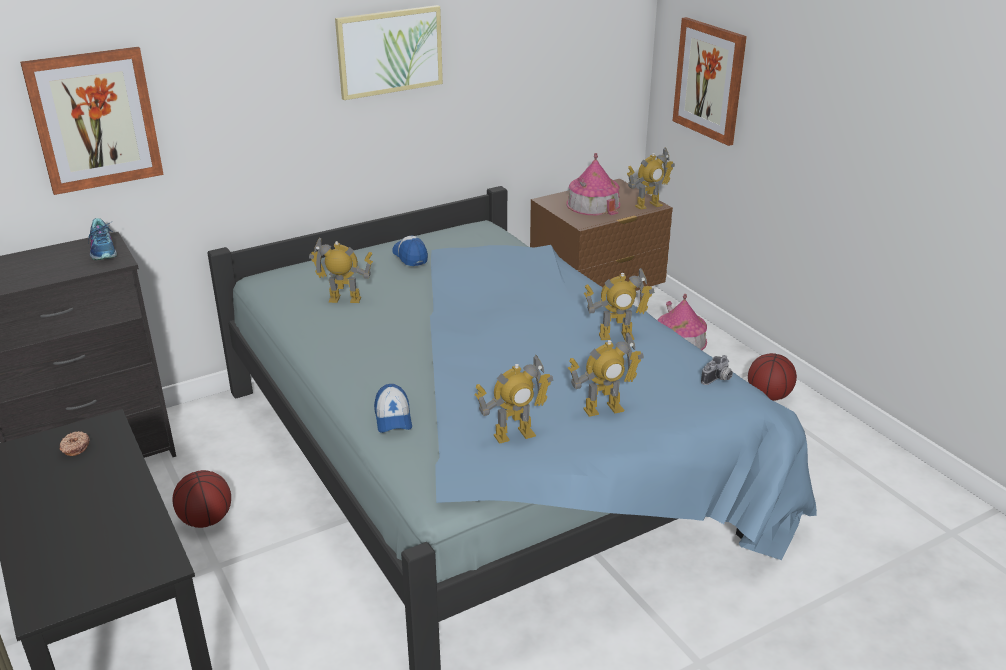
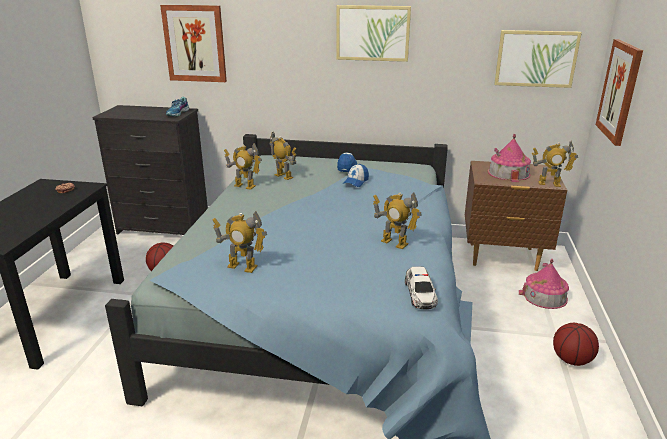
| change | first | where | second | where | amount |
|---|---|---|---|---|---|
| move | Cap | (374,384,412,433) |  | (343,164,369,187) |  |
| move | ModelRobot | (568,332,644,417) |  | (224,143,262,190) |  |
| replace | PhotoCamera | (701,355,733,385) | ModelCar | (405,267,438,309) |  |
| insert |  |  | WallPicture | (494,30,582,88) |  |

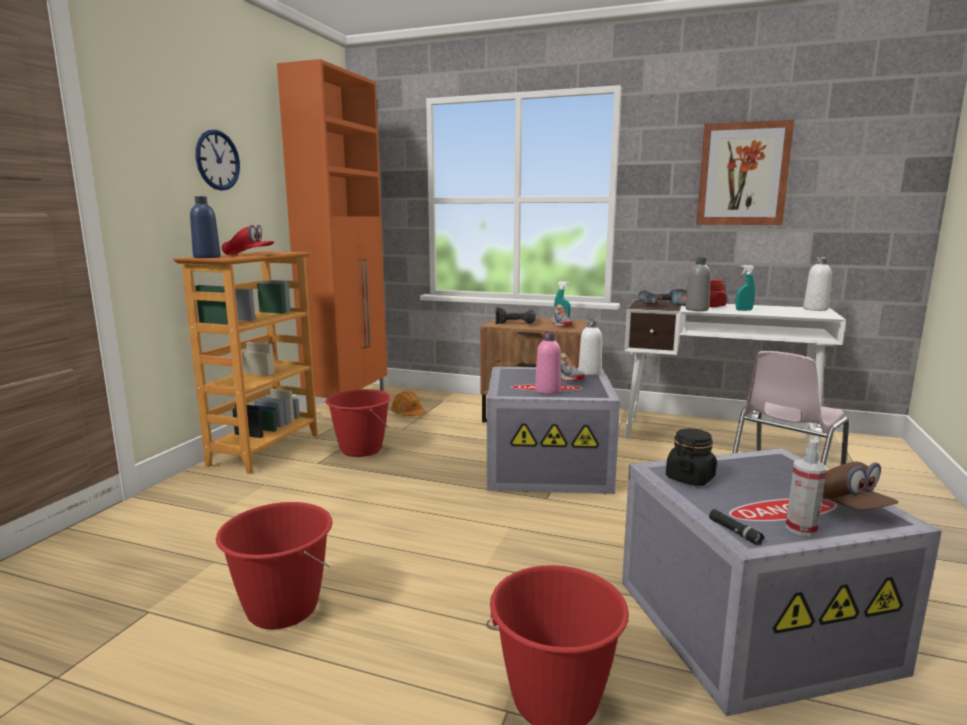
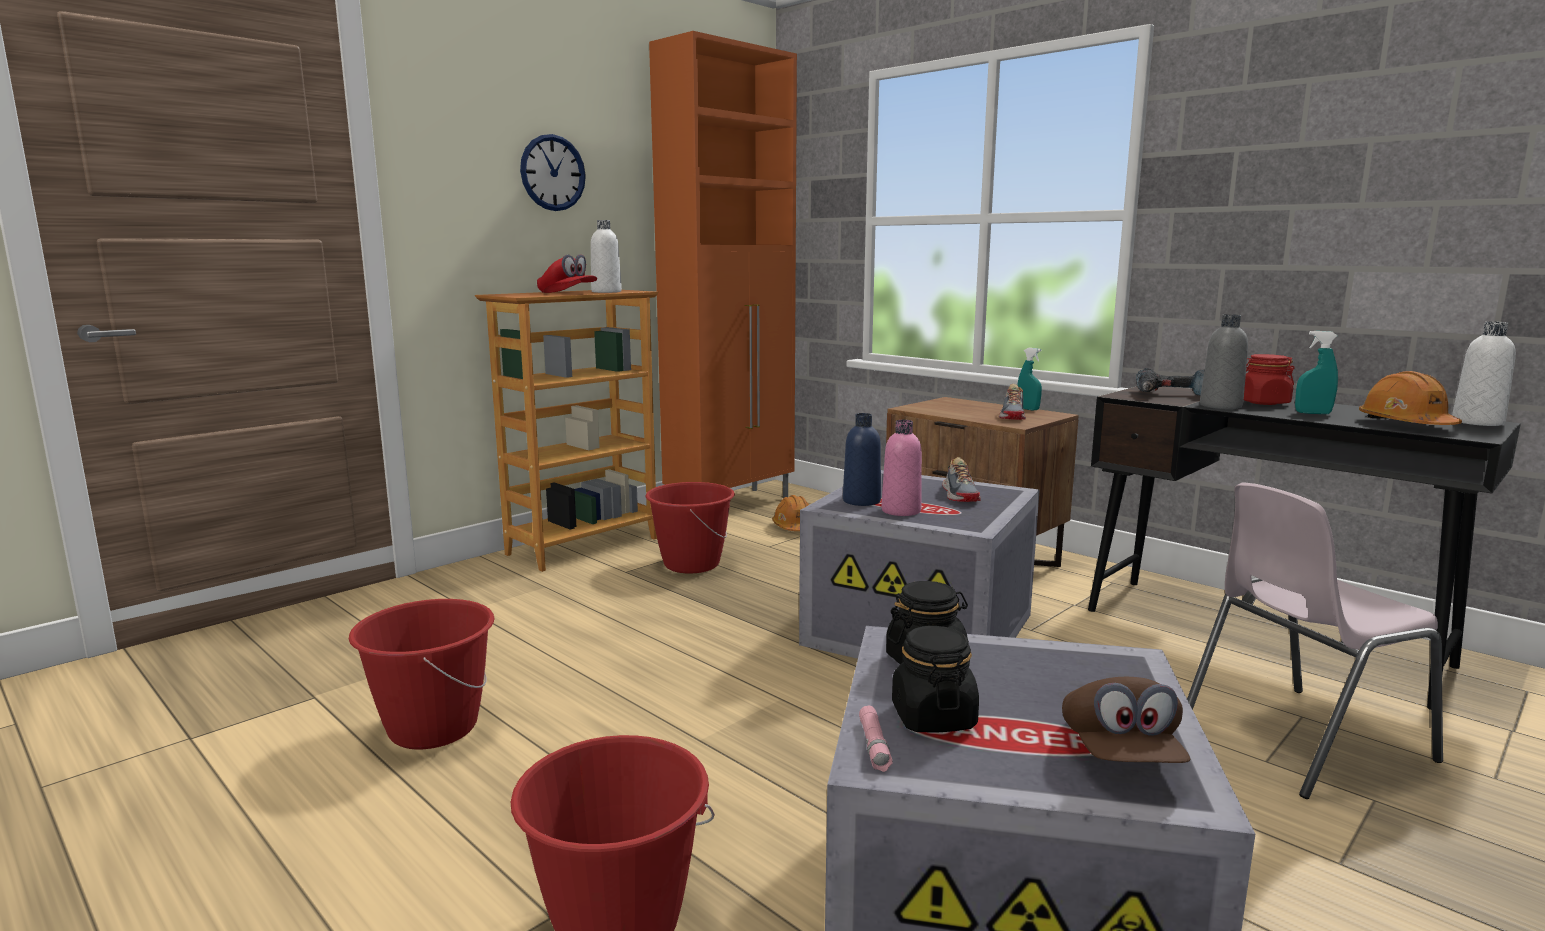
| change | first | where | second | where | amount |
|---|---|---|---|---|---|
| move | BlueColouredBeverageBottle | (190,196,221,258) |  | (843,413,881,506) |  |
| delete | ElectricDrill | (496,307,536,324) |  |  |  |
| move | WhiteColouredBeverageBottle | (578,319,602,375) |  | (591,220,622,293) |  |
| recolor | WhiteColouredDeskUnit | (625,300,846,461) | BlackishDeskUnit | (1088,386,1521,710) |  |
| delete | WallPicture | (696,120,794,225) |  |  |  |
| recolor | BlackishHandTorch | (709,509,765,545) | PinkishHandTorch | (859,706,893,772) |  |
| delete | SprayBottle | (785,439,827,536) |  |  |  |
| insert |  |  | BlackishPreserveJar | (892,626,979,732) |  |
| insert |  |  | OrangeColouredWorkHelmet | (1359,371,1462,425) |  |

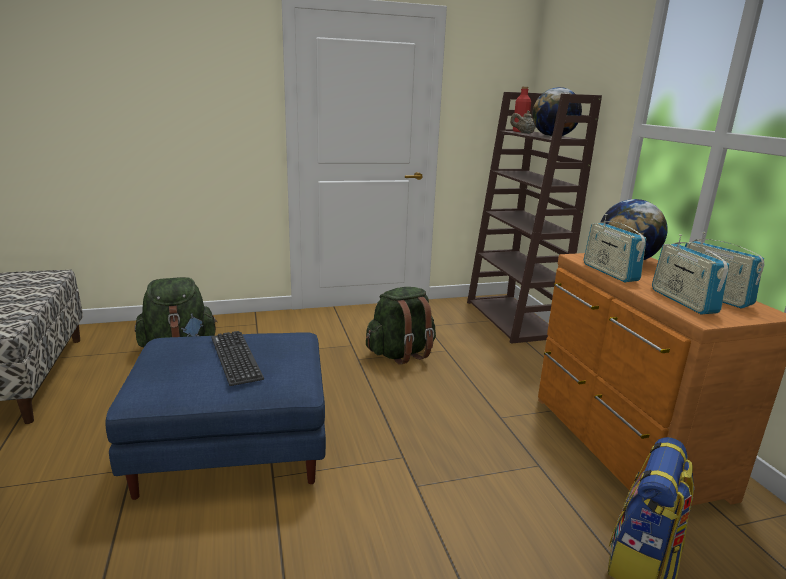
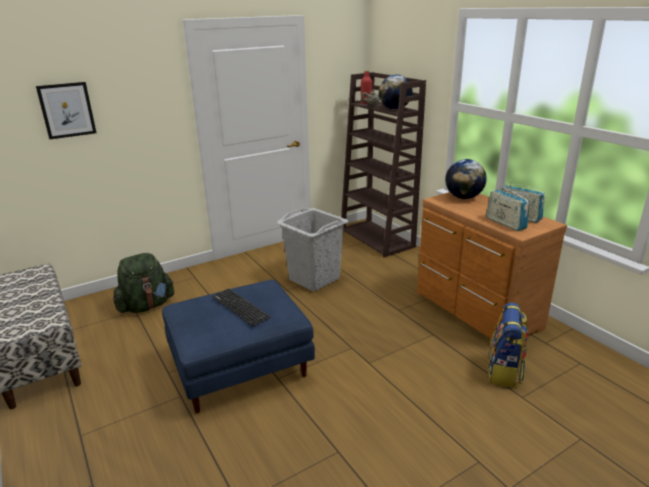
| change | first | where | second | where | amount |
|---|---|---|---|---|---|
| replace | GreenRucksack | (366,287,436,365) | GreyishHamper | (276,208,348,291) |  |
| delete | RadioReceiver | (584,214,646,283) |  |  |  |
| insert |  |  | WallPicture | (36,82,96,139) |  |

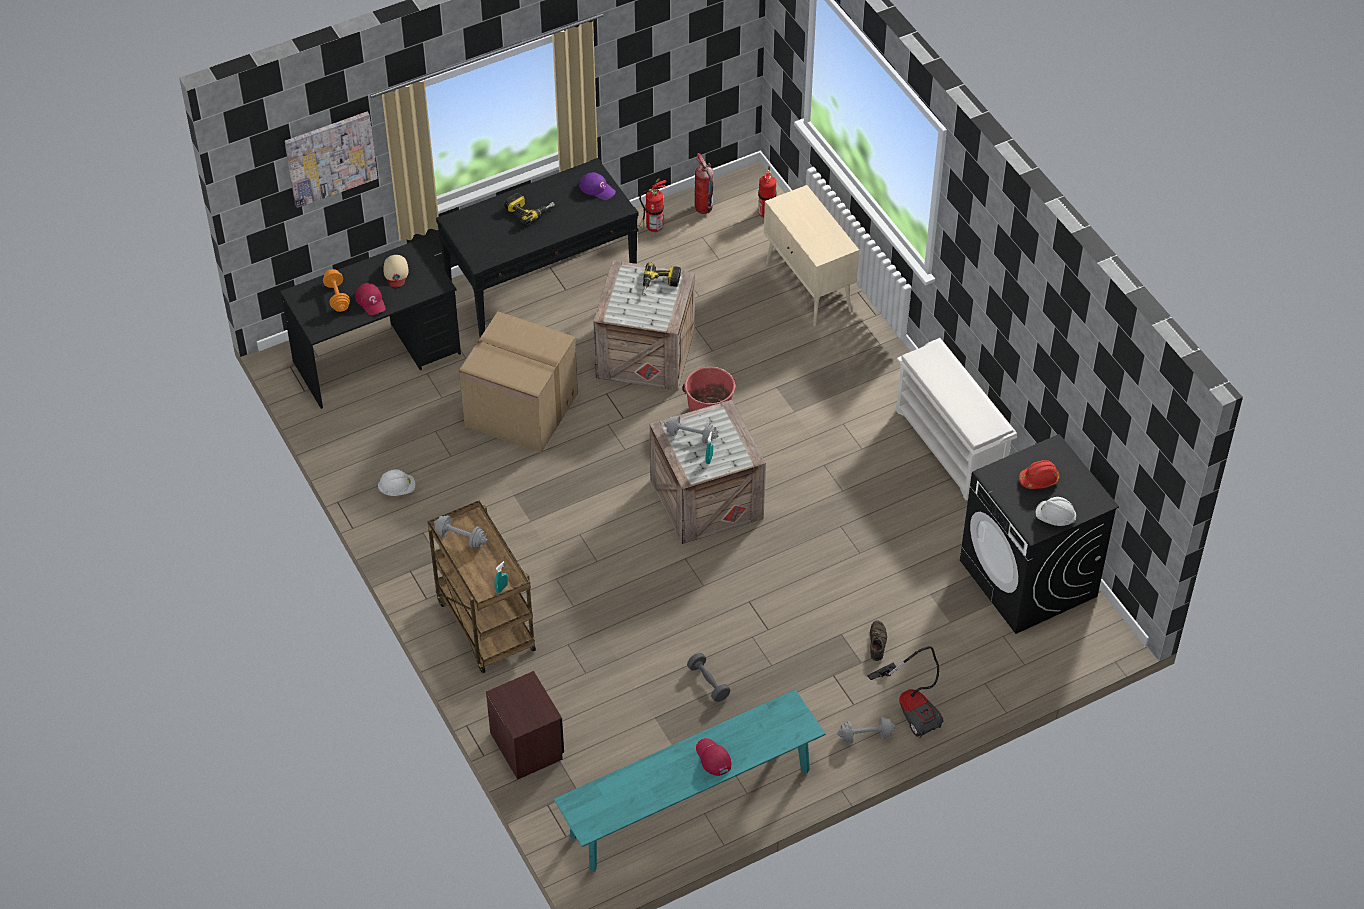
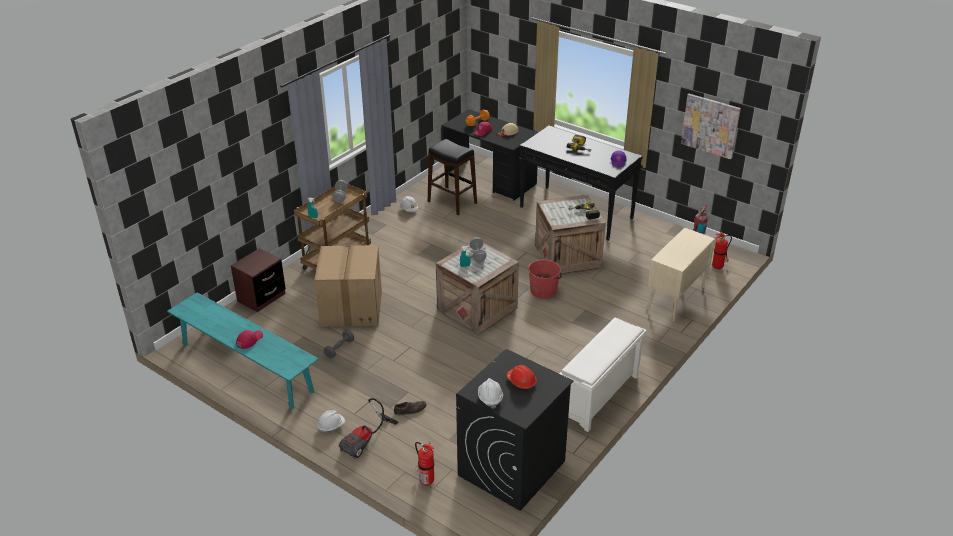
| change | first | where | second | where | amount |
|---|---|---|---|---|---|
| move | WallPicture | (285,112,378,208) |  | (681,94,741,159) |  |
| move | Carton | (459,311,578,453) |  | (314,245,382,327) |  |
| move | Extinguisher | (639,178,666,232) |  | (415,442,434,485) |  |
| replace | GreyishDumbbell | (837,717,896,743) | WhiteColouredWorkHelmet | (317,410,345,433) |  |
| insert |  |  | BlackishStool | (428,139,477,215) |  |

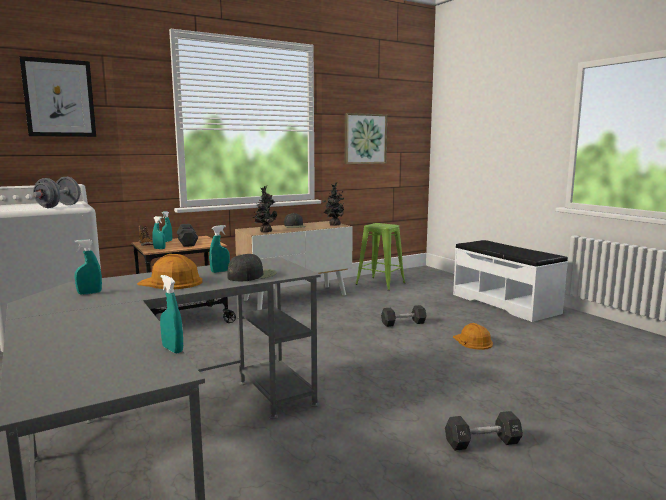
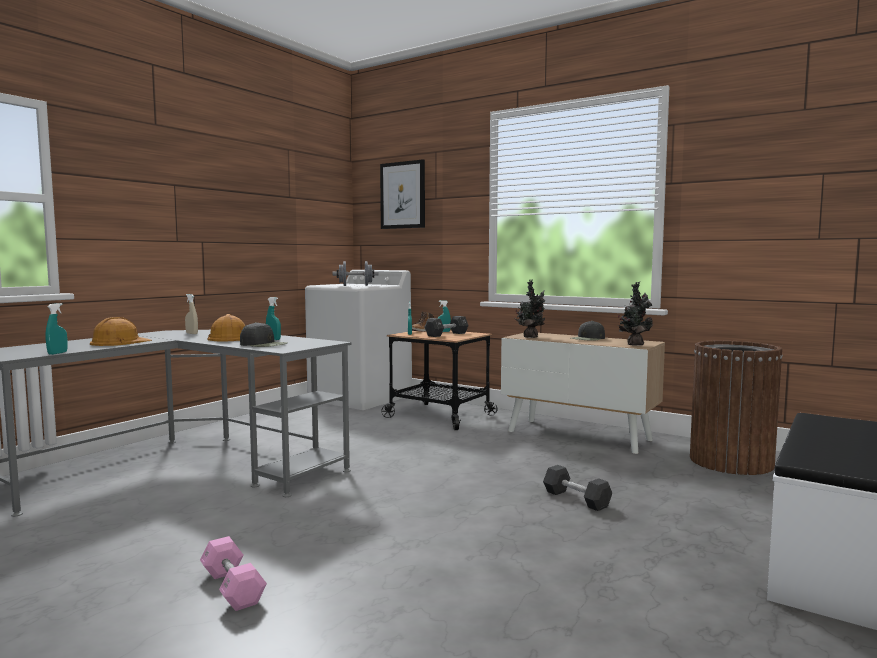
| change | first | where | second | where | amount |
|---|---|---|---|---|---|
| recolor | TurquoiseColouredSprayBottle | (74,239,102,294) | BeigeColouredSprayBottle | (185,294,198,334) |  |
| delete | WallPicture | (345,113,387,164) |  |  |  |
| replace | GreenStool | (355,223,405,291) | BrownishTrashCan | (690,340,783,475) |  |
| recolor | BlackishDumbbell | (445,411,523,451) | PinkishDumbbell | (200,536,267,611) |  |
| move | OrangeColouredWorkHelmet | (453,323,493,350) |  | (90,317,152,346) |  |

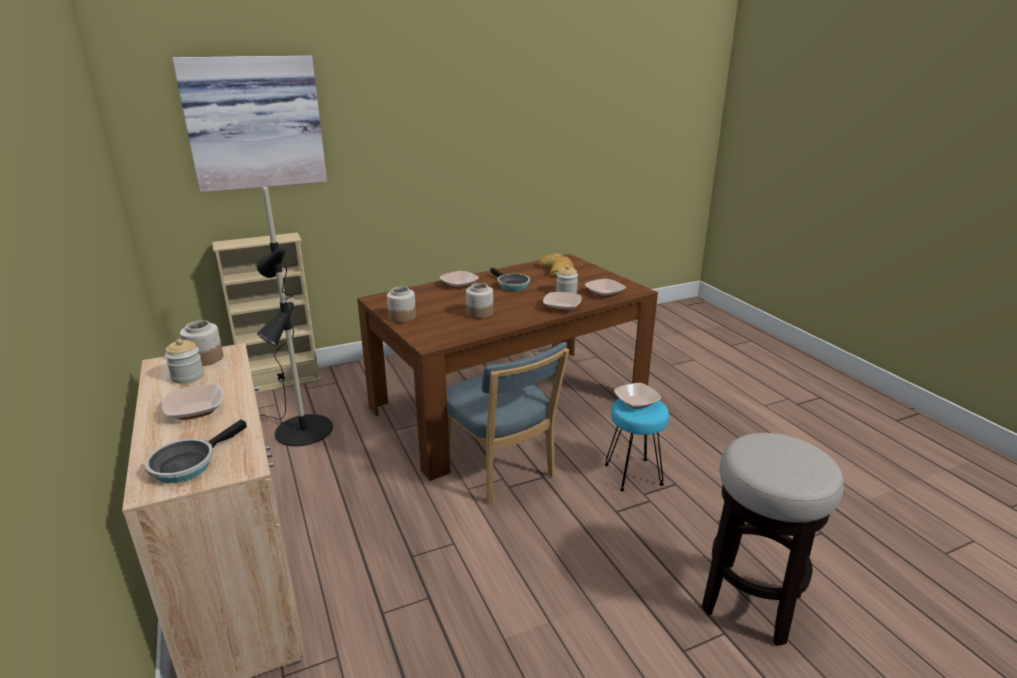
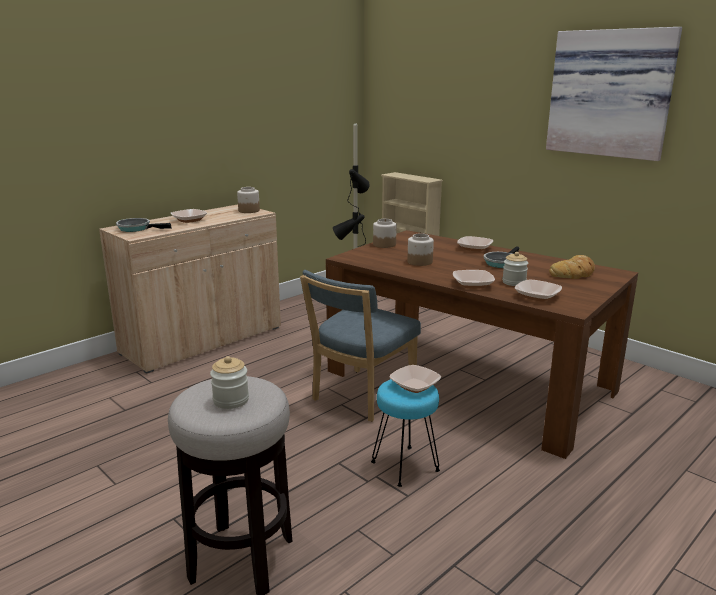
| change | first | where | second | where | amount |
|---|---|---|---|---|---|
| move | PreserveJar | (165,339,204,384) |  | (210,356,249,409) |  |
| move | WallPicture | (172,55,327,192) |  | (546,27,682,161) |  |

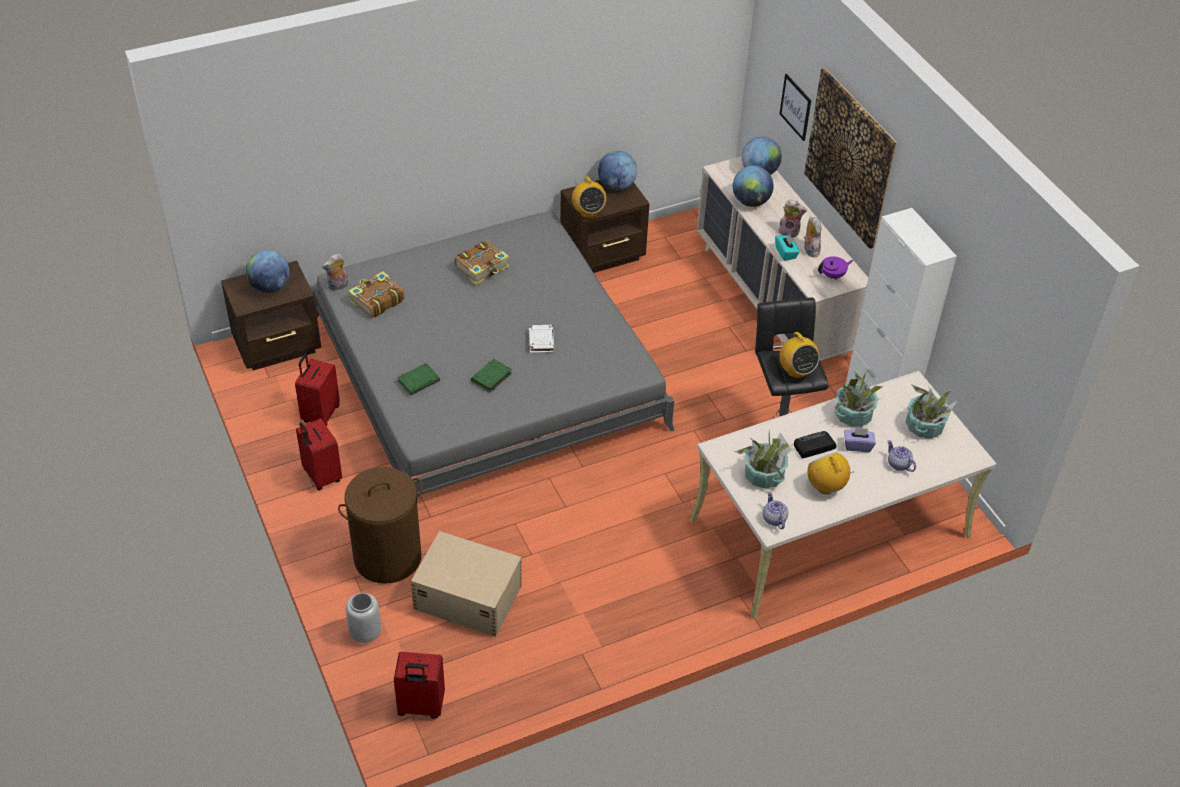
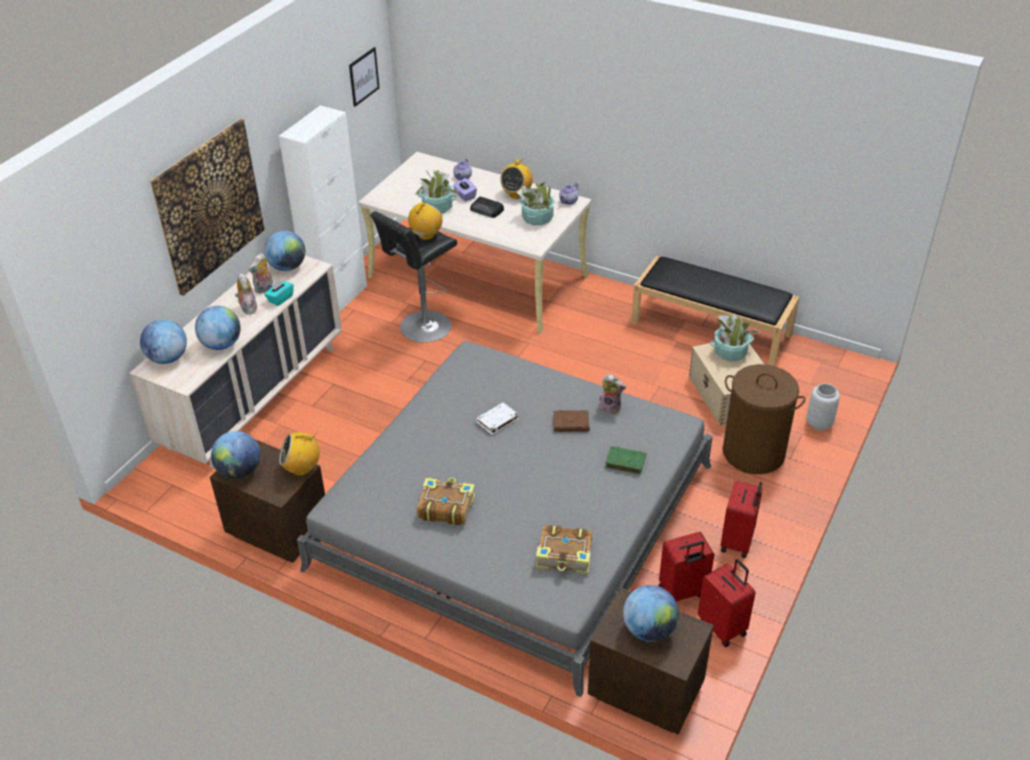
| change | first | where | second | where | amount |
|---|---|---|---|---|---|
| move | CuddlyToy | (322,254,348,291) |  | (599,374,626,415) |  |
| move | ReddishPieceOfLuggage | (394,652,445,719) |  | (698,559,756,647) |  |
| recolor | GreenBook | (471,359,512,392) | BrownishBook | (554,410,589,432) |  |
| rotate | RadioReceiver | (572,176,607,218) |  | (279,431,320,476) | 135 degrees counterclockwise |
| move | WallPicture | (779,74,811,141) |  | (349,47,380,107) |  |
| replace | PurplePotForTea | (818,256,853,280) | WorldGlobe | (264,230,305,271) |  |
| move | PlantInAPot | (906,384,957,438) |  | (710,315,759,361) |  |
| insert |  |  | BlackishLongSeat | (631,256,799,366) |  |

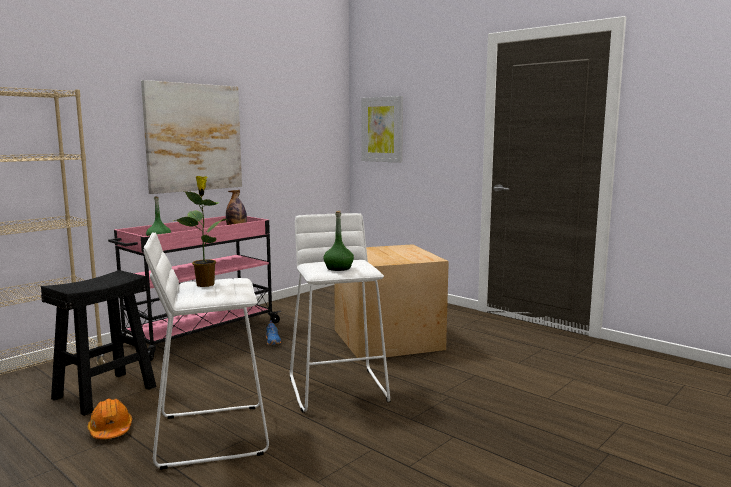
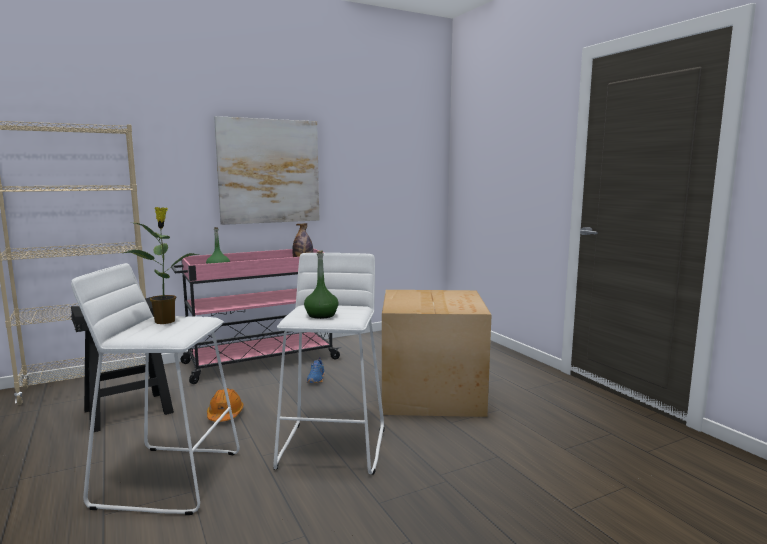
| change | first | where | second | where | amount |
|---|---|---|---|---|---|
| move | OrangeColouredWorkHelmet | (88,398,132,439) |  | (207,388,243,422) |  |
| delete | WallPicture | (361,96,403,163) |  |  |  |

